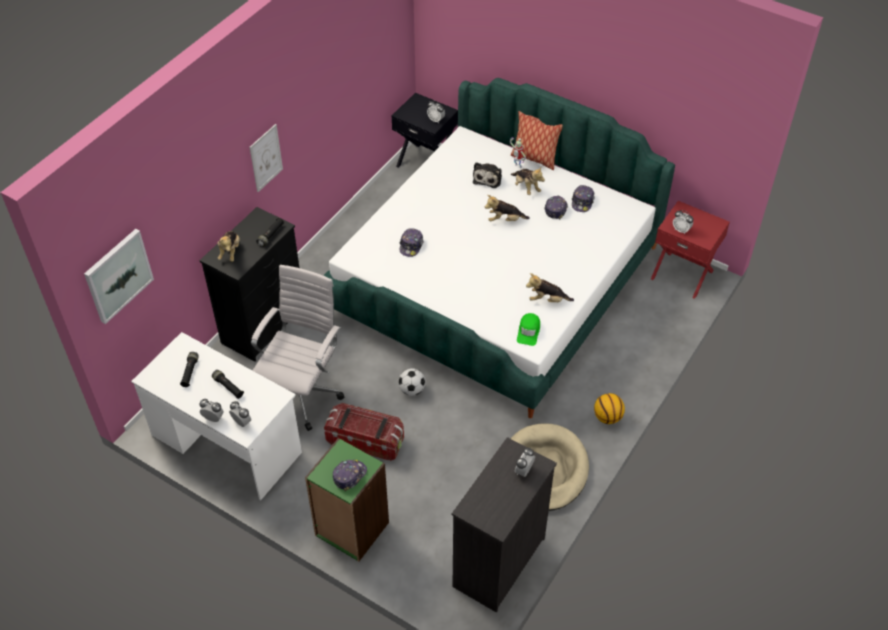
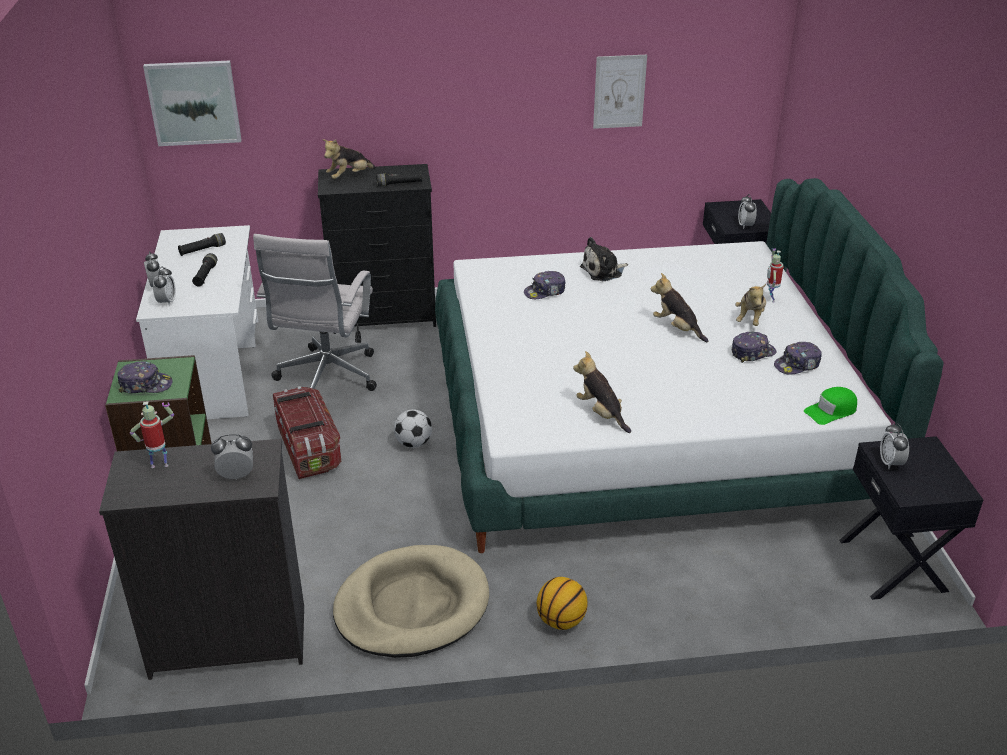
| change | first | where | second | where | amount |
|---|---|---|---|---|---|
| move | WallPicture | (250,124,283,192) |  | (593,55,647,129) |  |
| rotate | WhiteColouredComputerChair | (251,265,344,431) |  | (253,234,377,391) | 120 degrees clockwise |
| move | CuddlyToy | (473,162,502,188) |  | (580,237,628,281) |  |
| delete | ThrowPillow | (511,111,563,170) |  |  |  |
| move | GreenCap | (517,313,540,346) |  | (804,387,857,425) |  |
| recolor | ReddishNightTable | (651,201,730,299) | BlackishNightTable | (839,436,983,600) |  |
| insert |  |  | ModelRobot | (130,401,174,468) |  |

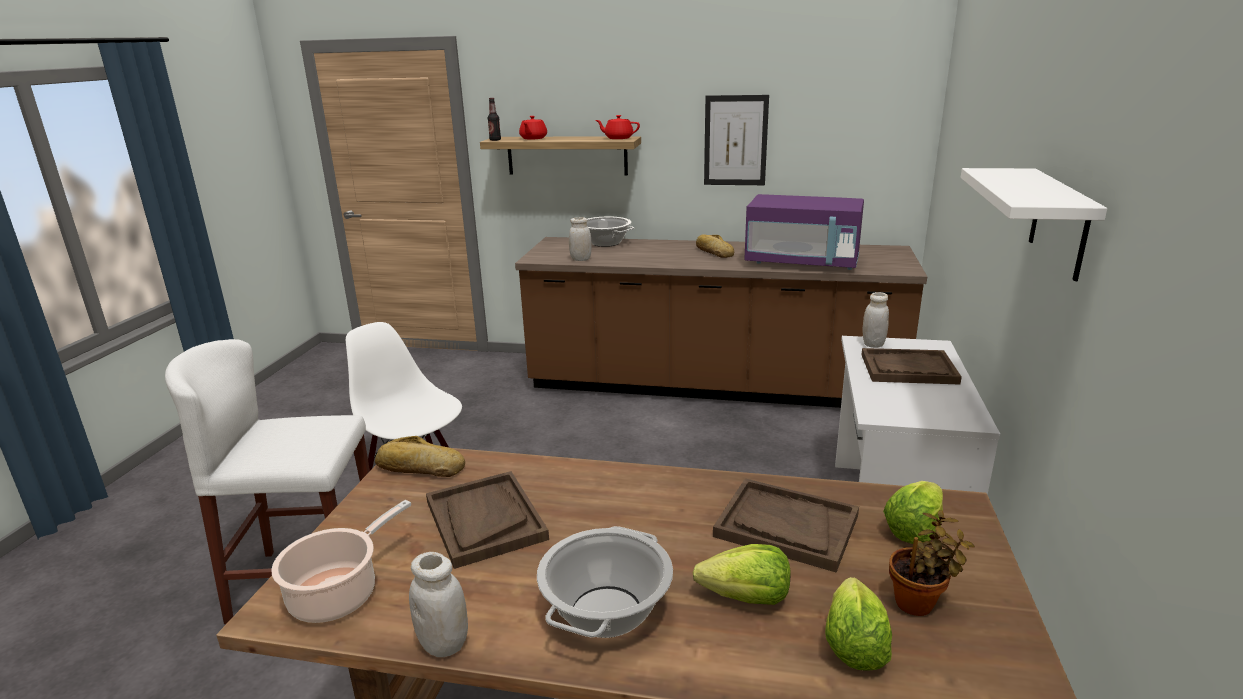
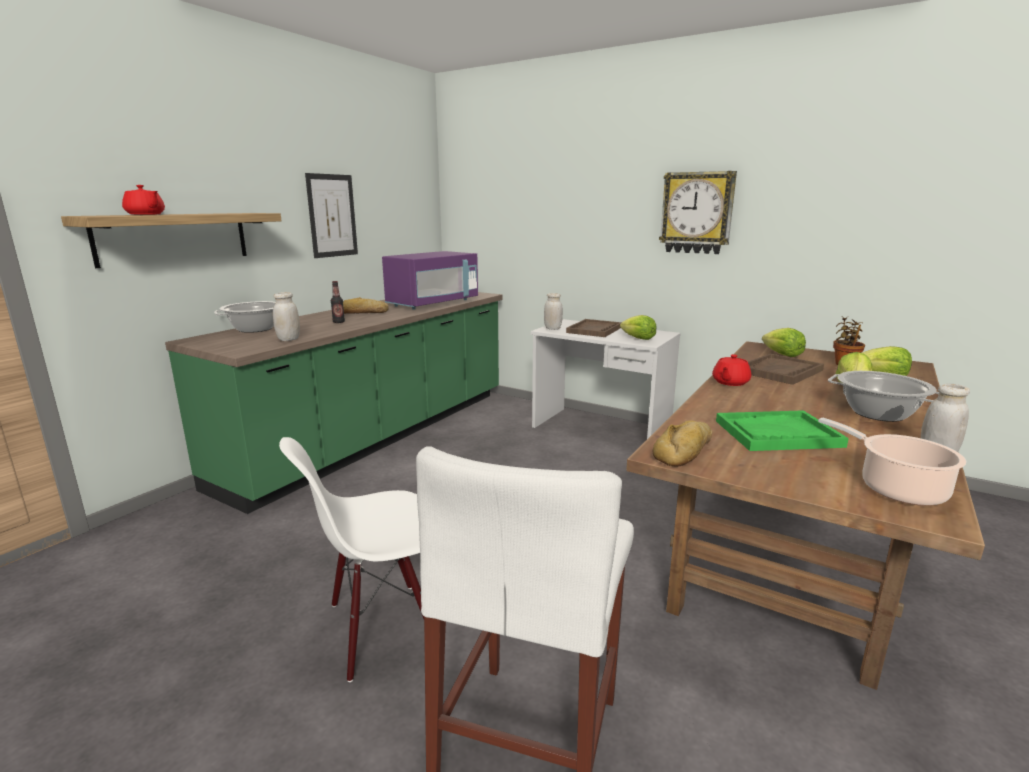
| change | first | where | second | where | amount |
|---|---|---|---|---|---|
| recolor | BrownishCarryingTray | (426,471,549,569) | GreenCarryingTray | (716,410,849,451) |  |
| move | BeverageBottle | (487,98,501,141) |  | (331,281,345,323) |  |
| recolor | BrownishCounter | (515,237,927,408) | GreenCounter | (165,292,503,514) |  |
| move | ReddishPotForTea | (595,115,640,139) |  | (712,354,751,386) |  |
| replace | WhiteColouredBracketShelf | (960,168,1107,281) | HangingClock | (659,171,737,254) |  |
| insert |  |  | LettuceHead | (620,315,656,340) |  |

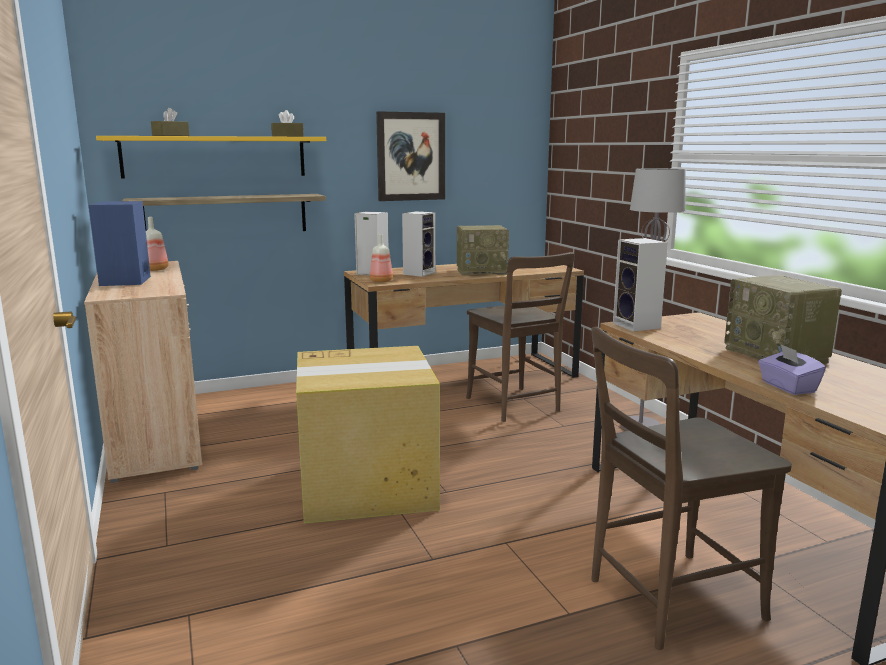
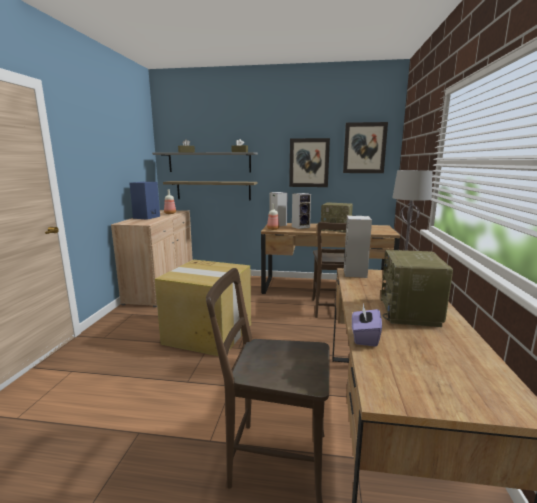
| change | first | where | second | where | amount |
|---|---|---|---|---|---|
| recolor | YellowColouredBracketShelf | (96,136,326,179) | GreyishBracketShelf | (152,152,258,172) |  |
| insert |  |  | WallPicture | (343,122,388,173) |  |

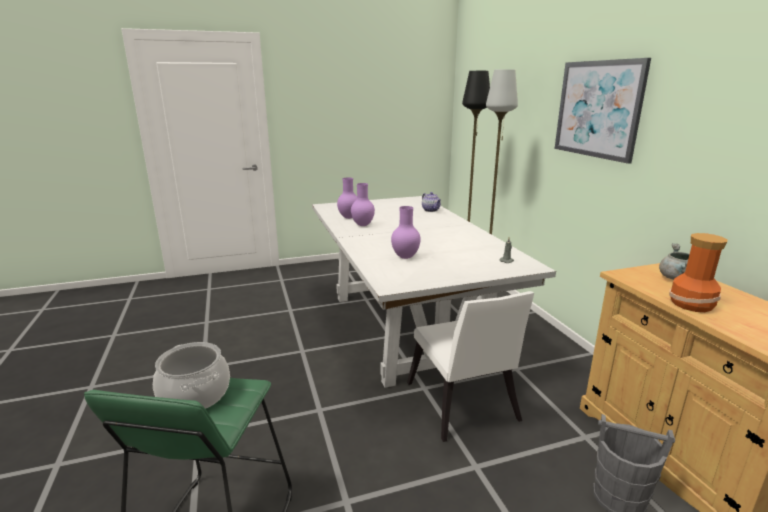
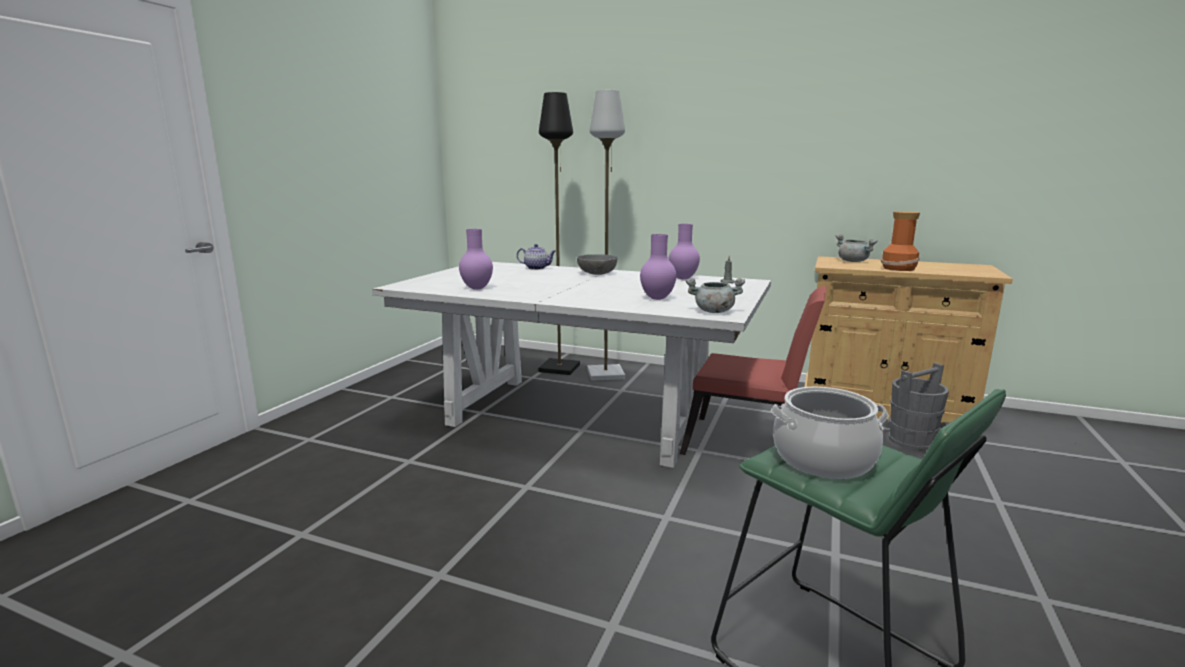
| change | first | where | second | where | amount |
|---|---|---|---|---|---|
| move | PurpleVase | (351,183,375,226) |  | (669,224,700,280) |  |
| recolor | WhiteColouredUprightChair | (407,291,534,442) | ReddishUprightChair | (680,286,827,455) |  |
| delete | WallPicture | (555,58,651,164) |  |  |  |
| insert |  |  | GreyishServingBowl | (577,254,617,275) |  |
| insert |  |  | GreyishStockpot | (685,278,745,313) |  |

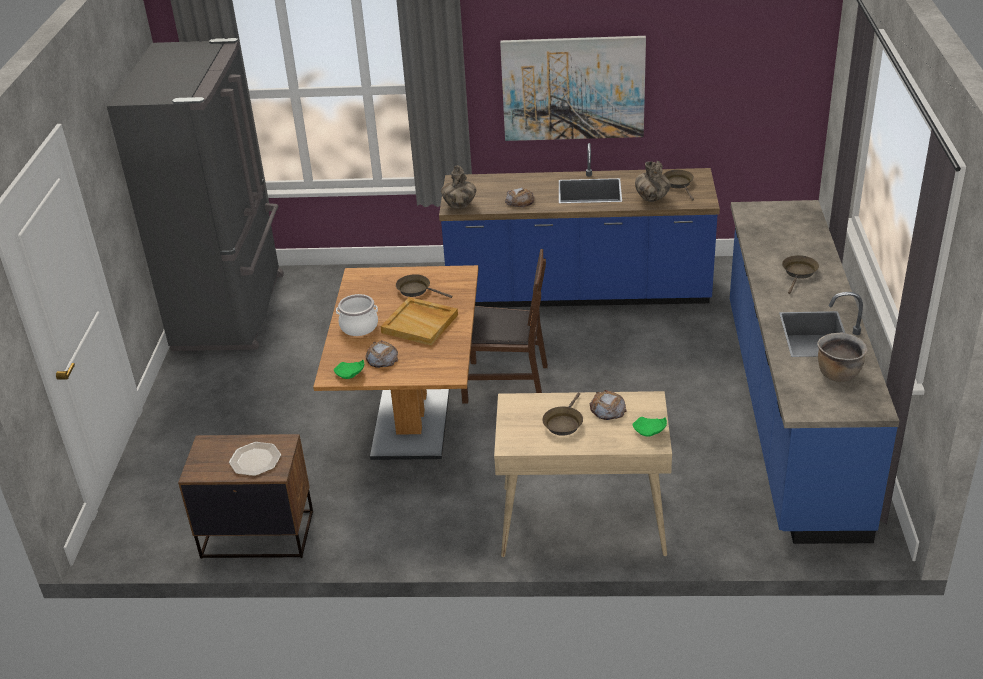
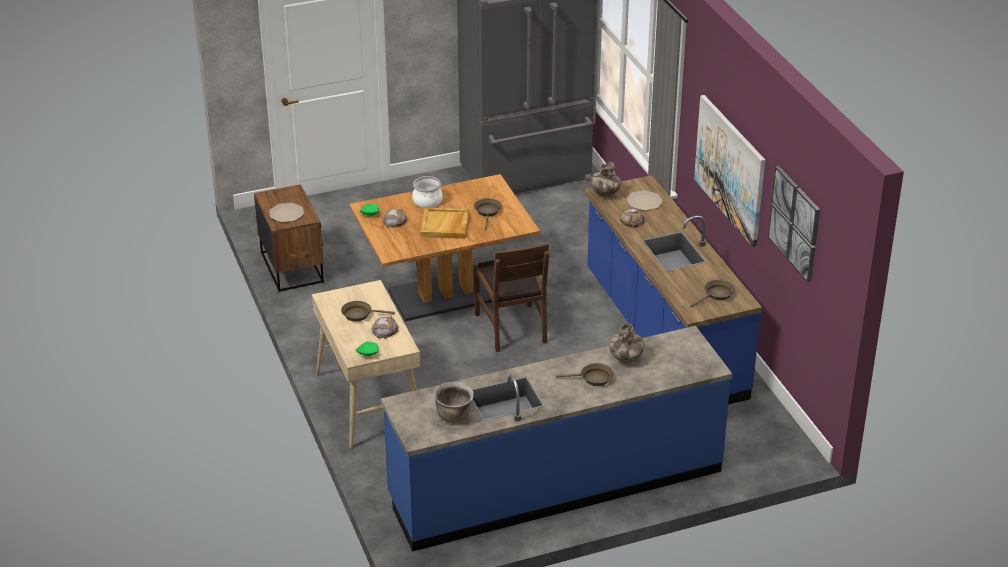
| change | first | where | second | where | amount |
|---|---|---|---|---|---|
| move | Vase | (635,161,671,202) |  | (609,323,645,363) |  |
| insert |  |  | FlatDish | (626,190,663,211) |  |
| insert |  |  | WallPicture | (768,166,820,282) |  |

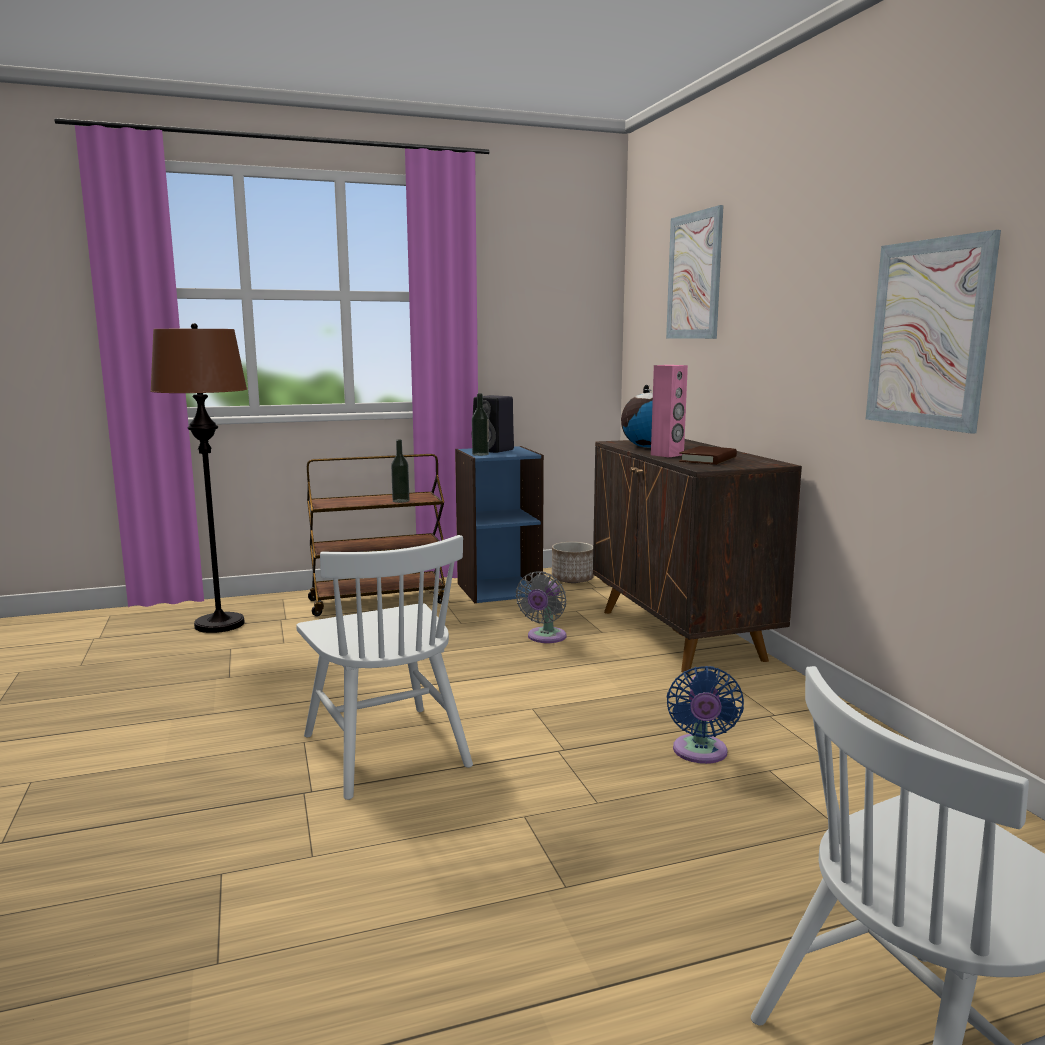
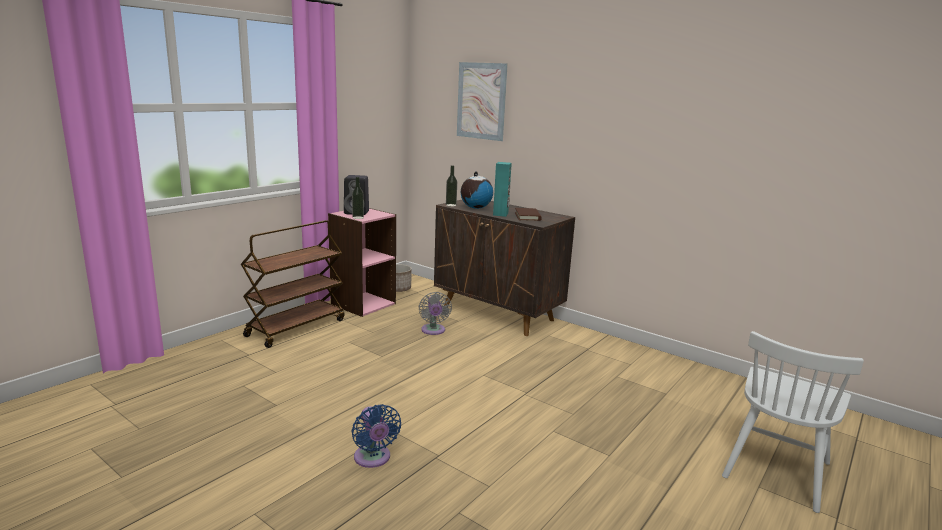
| change | first | where | second | where | amount |
|---|---|---|---|---|---|
| delete | BrownishStandardLamp | (150,323,247,633) |  |  |  |
| delete | WhiteColouredUprightChair | (296,535,473,800) |  |  |  |
| move | BeverageBottle | (391,440,409,503) |  | (446,165,457,206) |  |
| recolor | BlueColouredBookcase | (455,446,544,603) | PinkishBookcase | (328,208,396,317) |  |
| recolor | PinkishLoudspeaker | (651,365,688,457) | TurquoiseColouredLoudspeaker | (493,162,512,217) |  |
| move | BlueColouredCoolingFan | (667,666,744,764) |  | (352,404,401,468) |  |
| delete | WallPicture | (866,230,1001,434) |  |  |  |

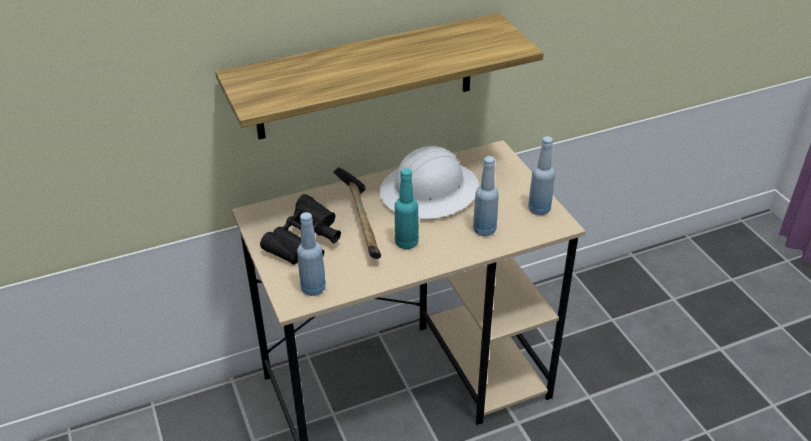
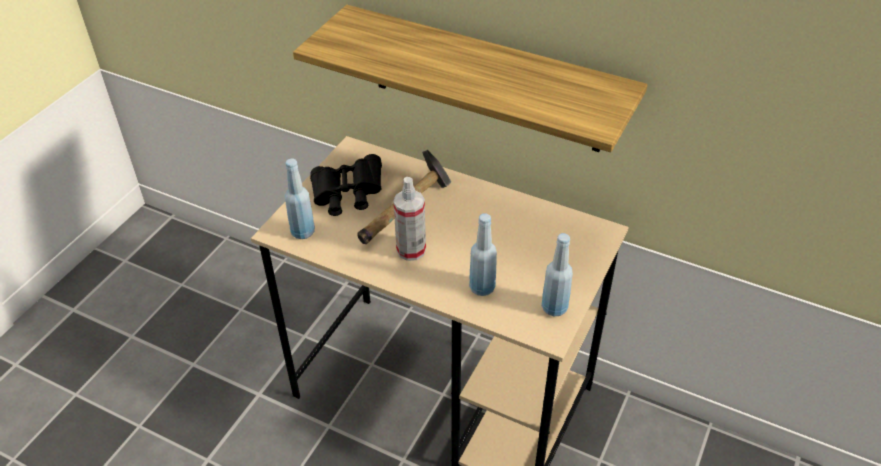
| change | first | where | second | where | amount |
|---|---|---|---|---|---|
| delete | WhiteColouredWorkHelmet | (379,146,479,219) |  |  |  |
| replace | TurquoiseColouredBeverageBottle | (395,168,419,249) | SprayBottle | (393,177,426,261) |  |

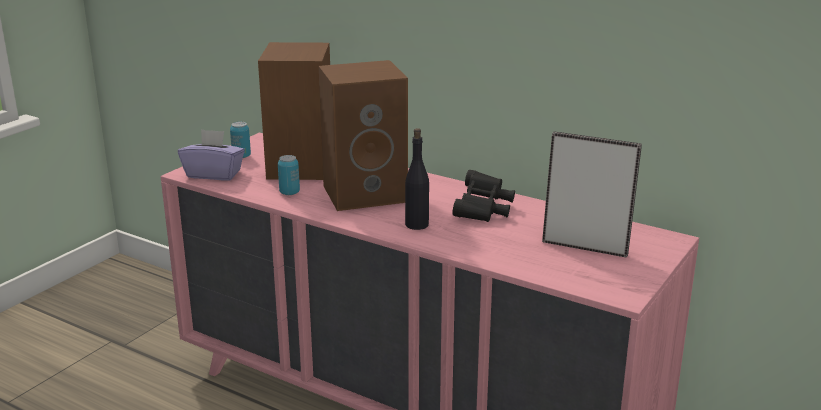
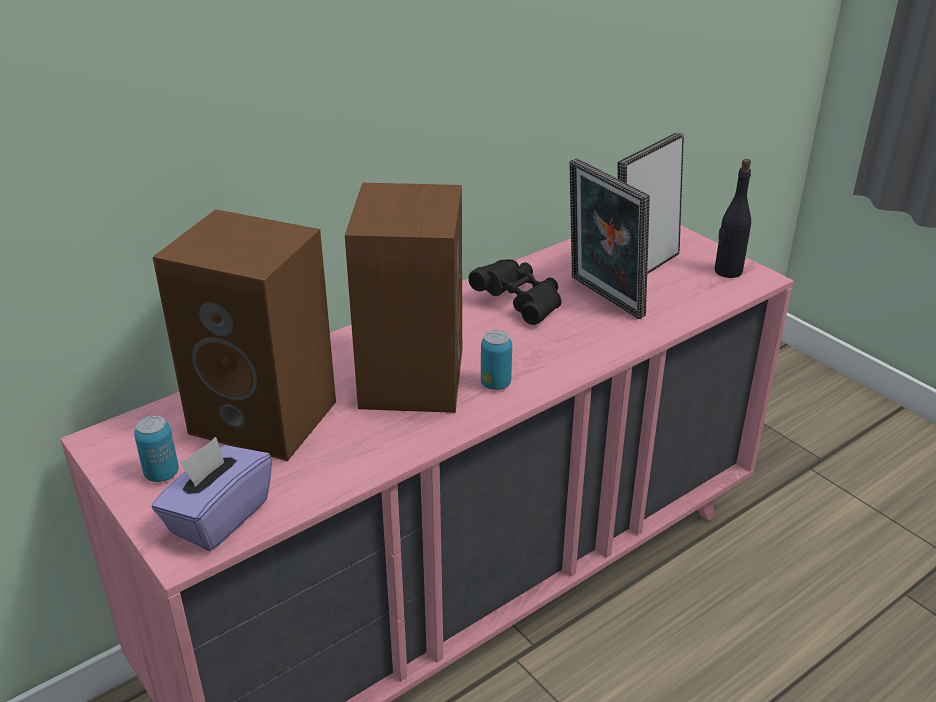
| change | first | where | second | where | amount |
|---|---|---|---|---|---|
| move | SealedCan | (278,155,300,195) |  | (481,330,512,390) |  |
| move | BlackishBeverageBottle | (405,128,429,230) |  | (714,159,751,278) |  |
| insert |  |  | PictureFrame | (569,158,650,319) |  |

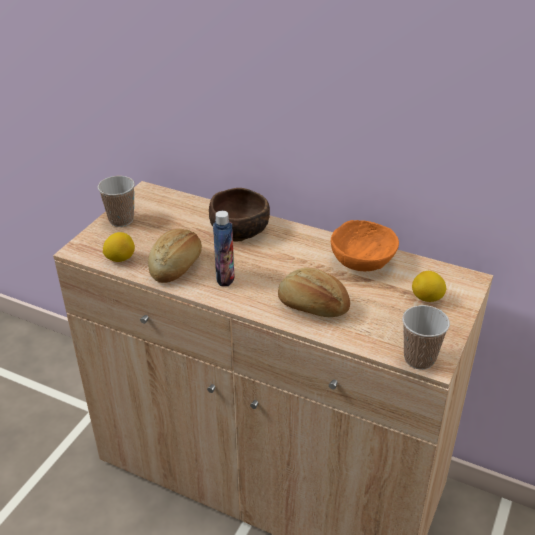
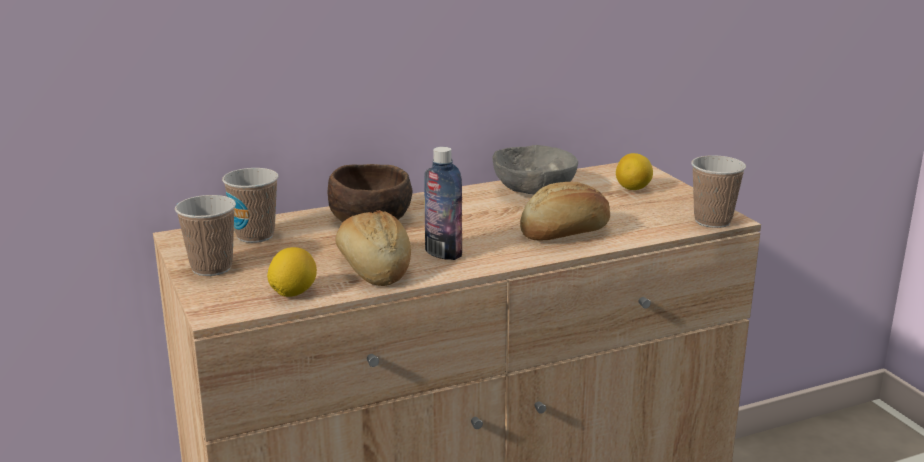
| change | first | where | second | where | amount |
|---|---|---|---|---|---|
| recolor | OrangeColouredServingBowl | (330,220,399,271) | GreyishServingBowl | (492,145,578,194) |  |
| insert |  |  | Cup | (222,168,279,243) |  |

